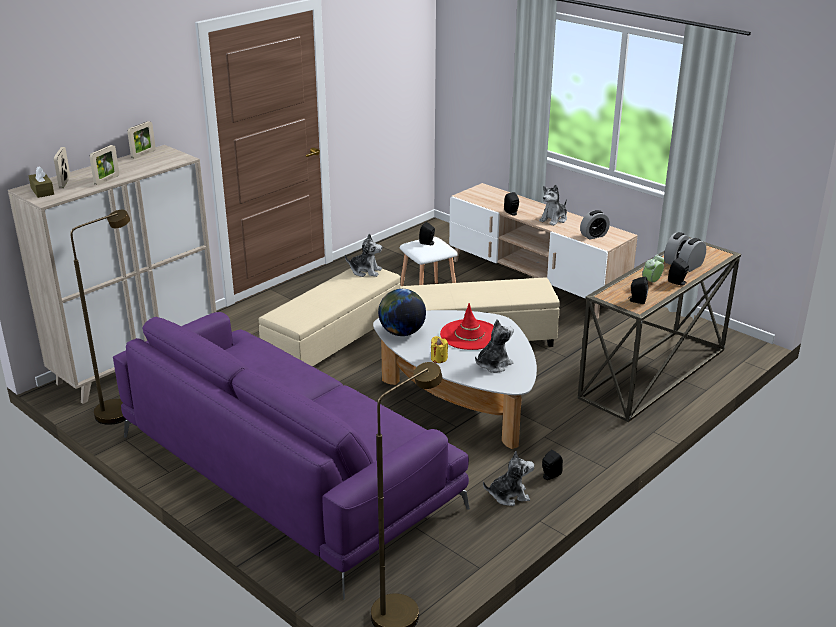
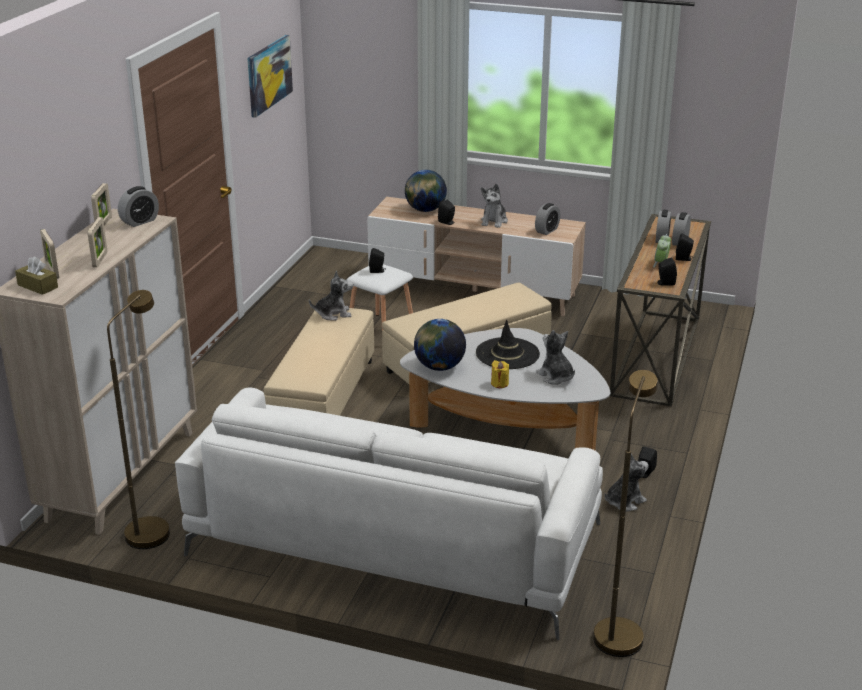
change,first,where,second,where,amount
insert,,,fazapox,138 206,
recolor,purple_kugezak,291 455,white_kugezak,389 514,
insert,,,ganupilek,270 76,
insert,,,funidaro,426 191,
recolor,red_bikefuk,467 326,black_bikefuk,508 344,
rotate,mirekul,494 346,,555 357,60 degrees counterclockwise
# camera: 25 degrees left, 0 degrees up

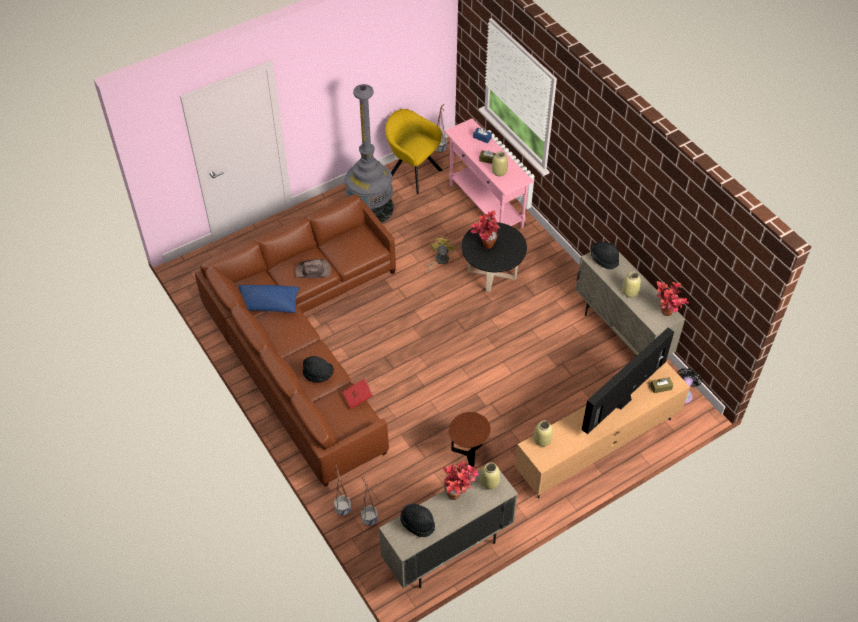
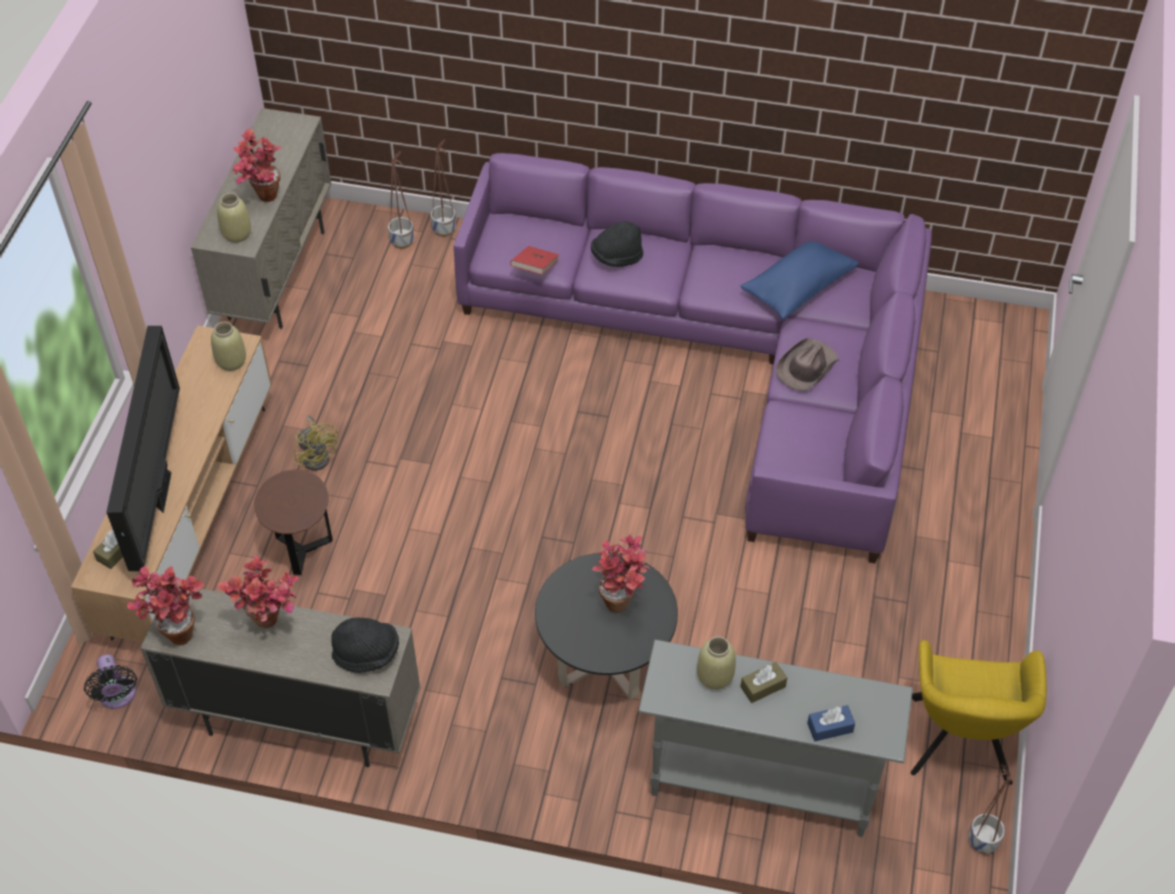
change,first,where,second,where,amount
replace,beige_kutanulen,631 284,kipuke,258 591,
move,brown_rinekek,469 439,,293 522,
move,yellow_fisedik,440 255,,316 443,
recolor,brown_kugezak,295 340,purple_kugezak,693 358,
recolor,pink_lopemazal,489 173,grey_lopemazal,775 738,
rotate,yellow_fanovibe,413 151,,979 712,105 degrees clockwise
delete,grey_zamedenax,369 153,,,
delete,black_bikefuk,417 520,,,
# camera: 135 degrees right, 0 degrees up

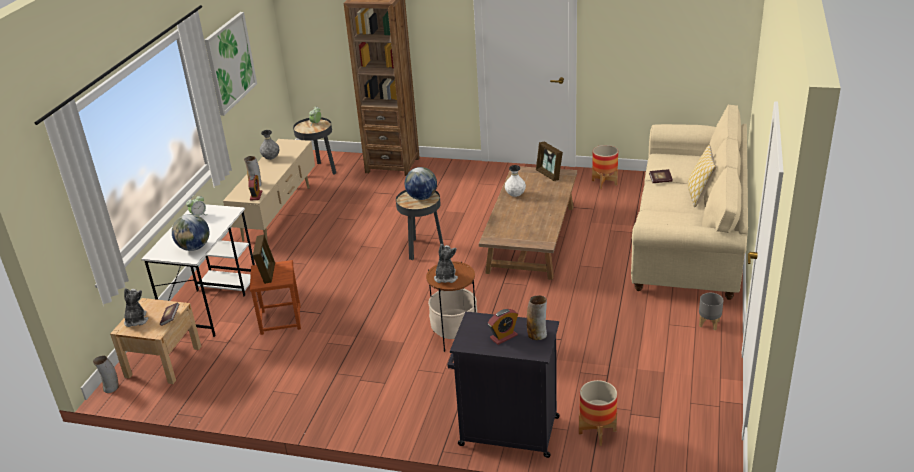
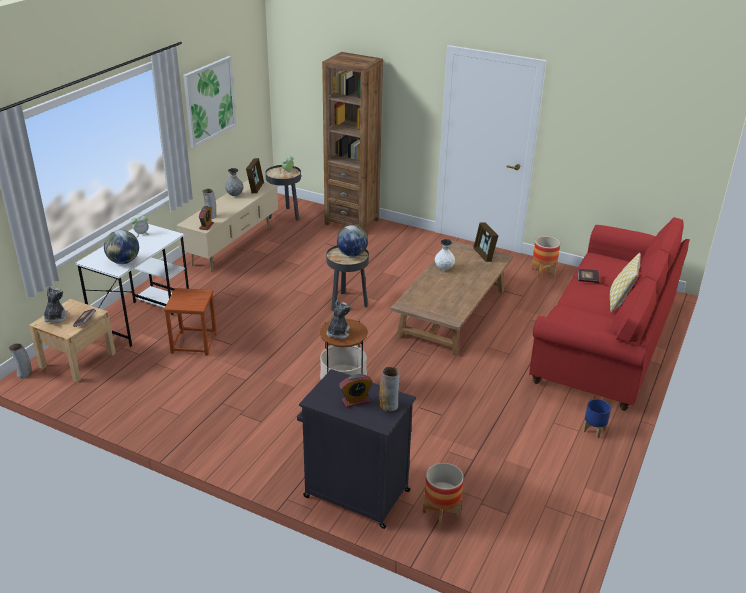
change,first,where,second,where,amount
move,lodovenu,264 259,,255 175,
recolor,beige_kugezak,689 202,red_kugezak,609 314,
recolor,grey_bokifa,711 311,blue_bokifa,597 418,
# camera: 10 degrees right, 0 degrees up

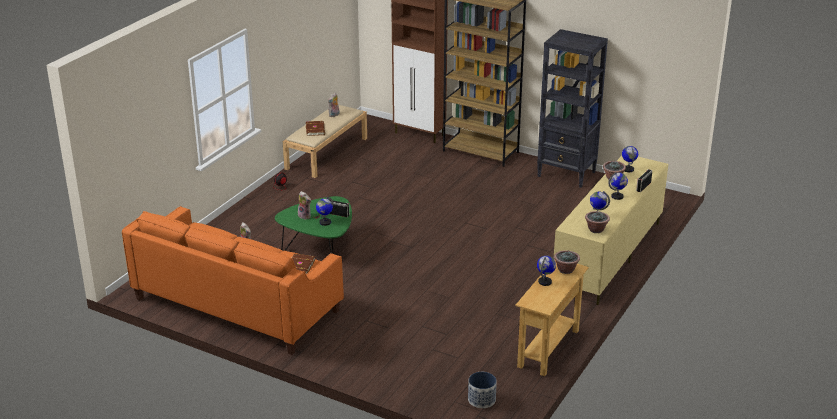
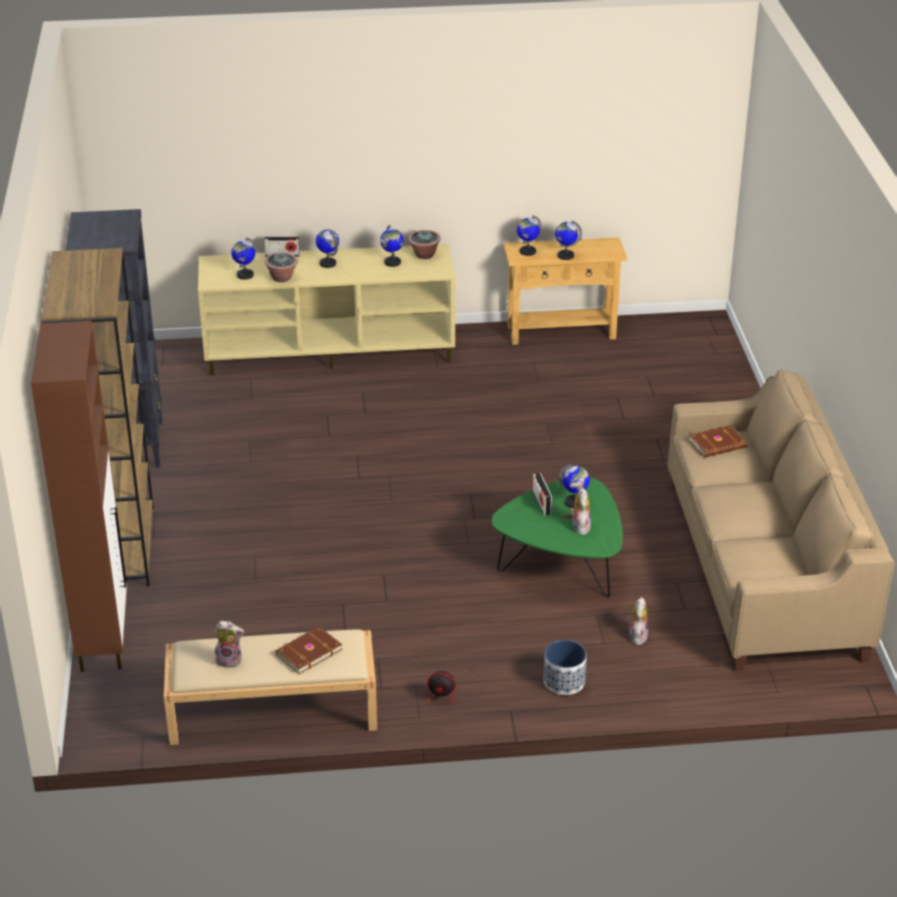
change,first,where,second,where,amount
replace,kipuke,567 262,funidaro,529 235,
move,bokifa,482 390,,565 667,
recolor,orange_kugezak,233 280,beige_kugezak,781 520,
# camera: 125 degrees left, 5 degrees up

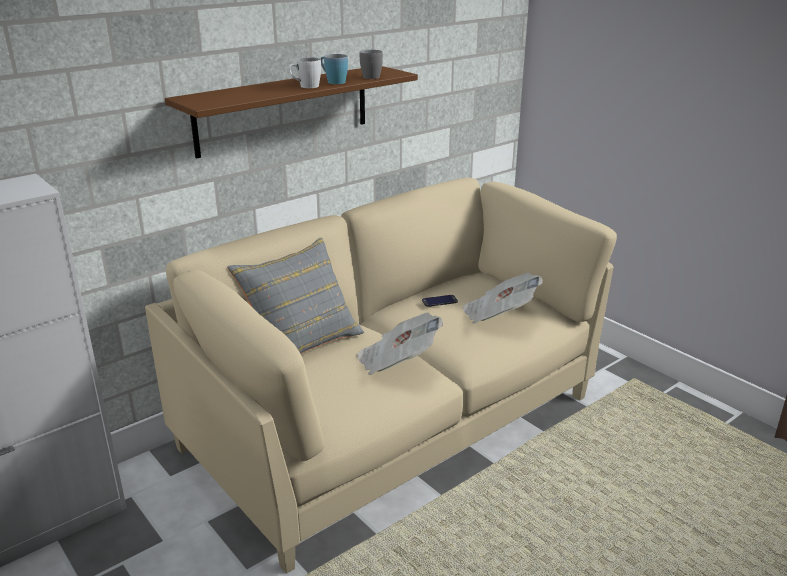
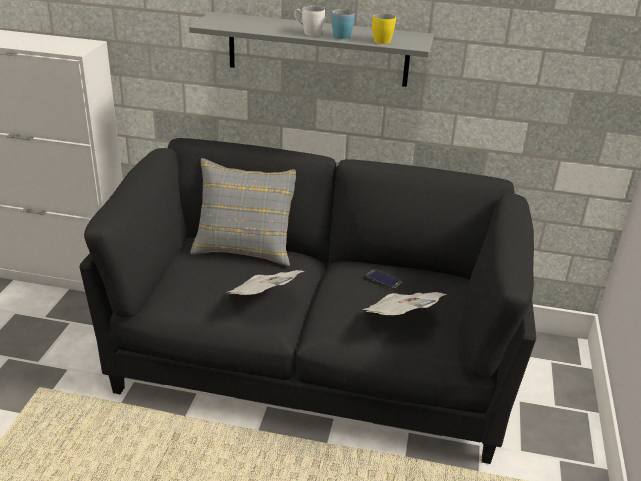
change,first,where,second,where,amount
recolor,beige_kugezak,381 376,black_kugezak,308 301,
recolor,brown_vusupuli,291 112,grey_vusupuli,311 49,
recolor,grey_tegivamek,371 64,yellow_tegivamek,384 28,
# camera: 50 degrees right, 5 degrees up

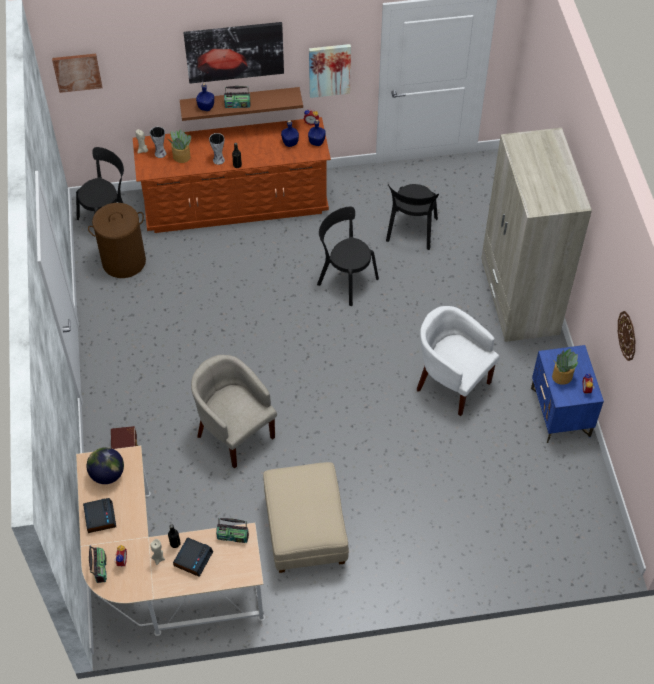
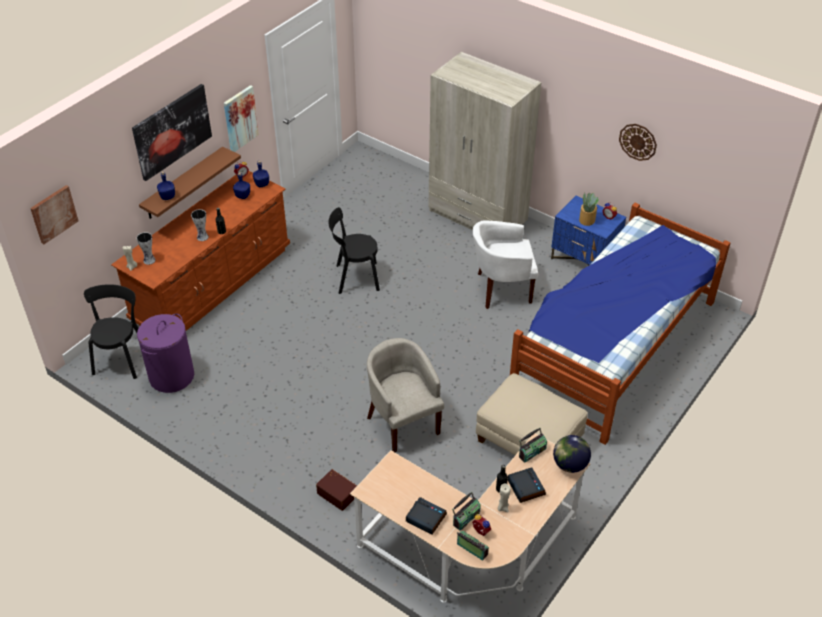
change,first,where,second,where,amount
recolor,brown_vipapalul,117 240,purple_vipapalul,165 353,
rotate,beige_fanovibe,234 412,,405 395,60 degrees clockwise
move,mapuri,237 97,,466 511,
insert,,,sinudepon,620 324,
move,funidaro,105 465,,572 454,
delete,kipuke,179 146,,,
delete,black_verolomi,412 217,,,
# camera: 45 degrees left, 10 degrees down

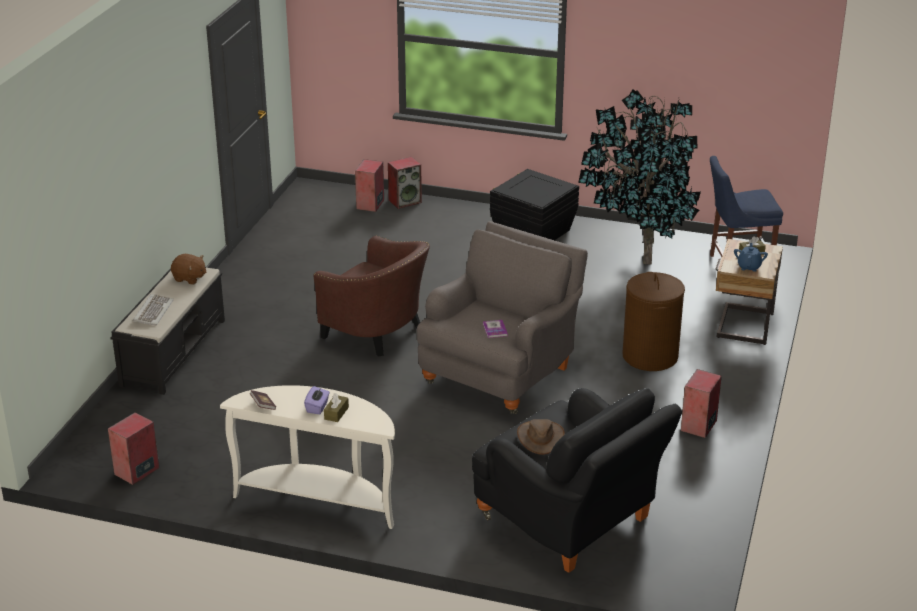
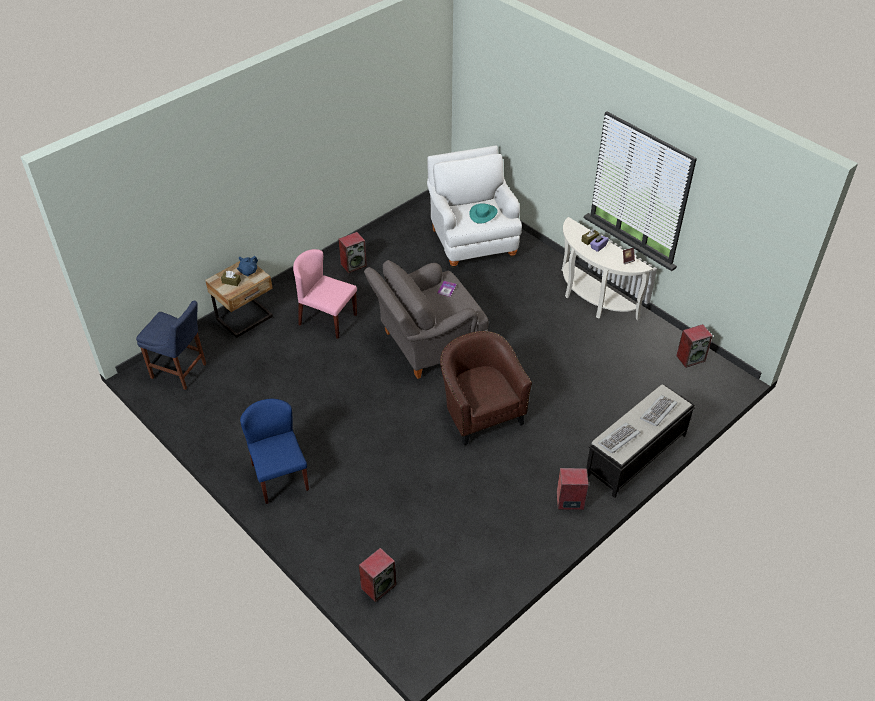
change,first,where,second,where,amount
replace,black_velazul,534 204,blue_verolomi,274 451,
replace,brown_vipapalul,654 321,pink_verolomi,325 294,
recolor,black_fanovibe,577 480,white_fanovibe,474 207,
recolor,brown_bikefuk,541 437,turquoise_bikefuk,483 213,
move,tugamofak,405 183,,572 489,
replace,brown_mirekul,188 269,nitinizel,619 437,
delete,kipuke,639 176,,,
# camera: 150 degrees left, 15 degrees up

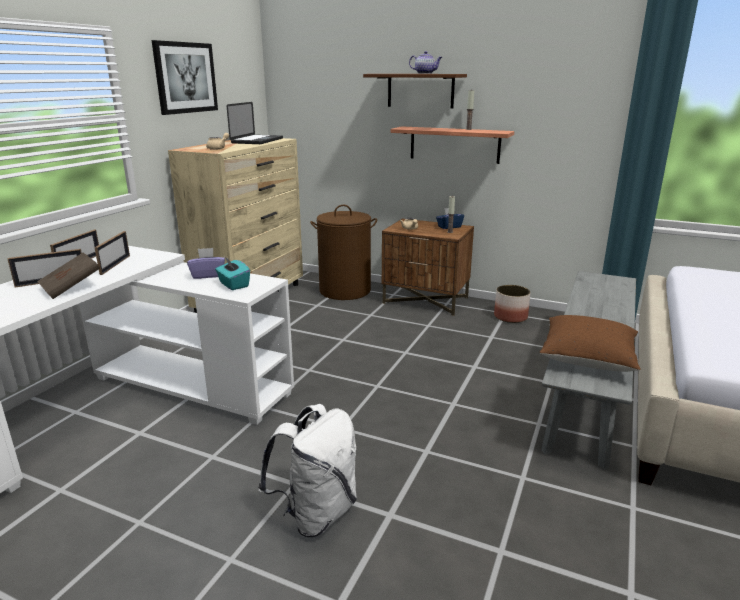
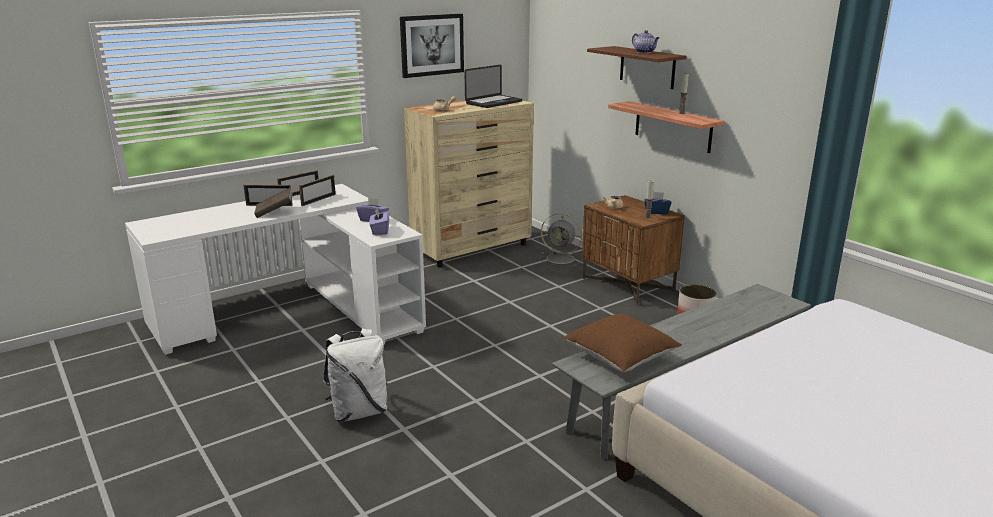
change,first,where,second,where,amount
recolor,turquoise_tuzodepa,232 273,purple_tuzodepa,379 221,
replace,brown_vipapalul,343 252,grey_fisedik,561 240,
# camera: 30 degrees right, 0 degrees up

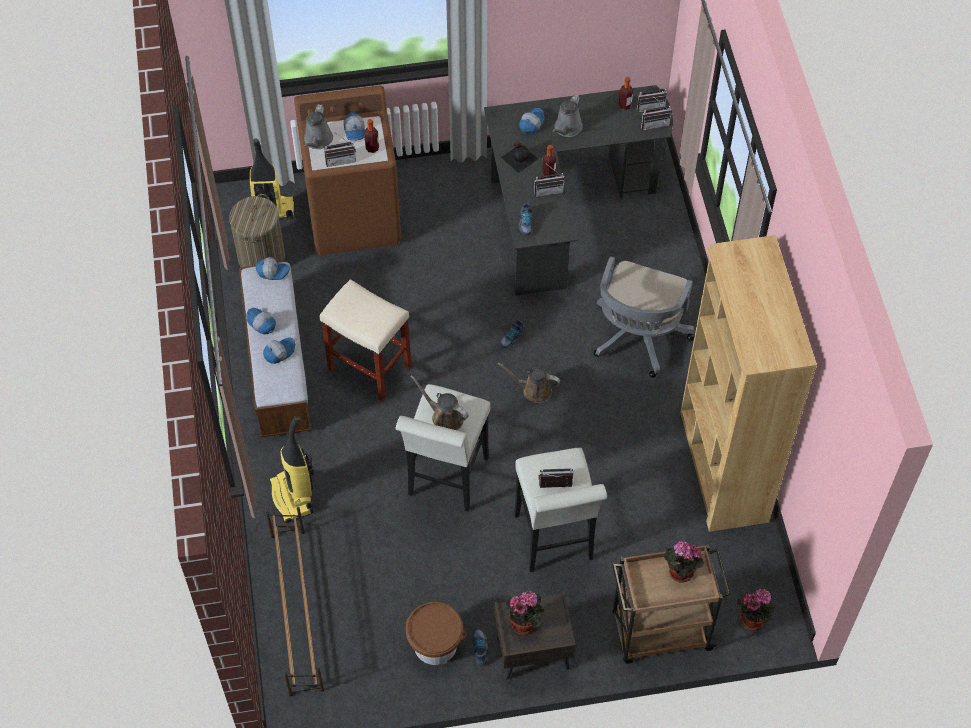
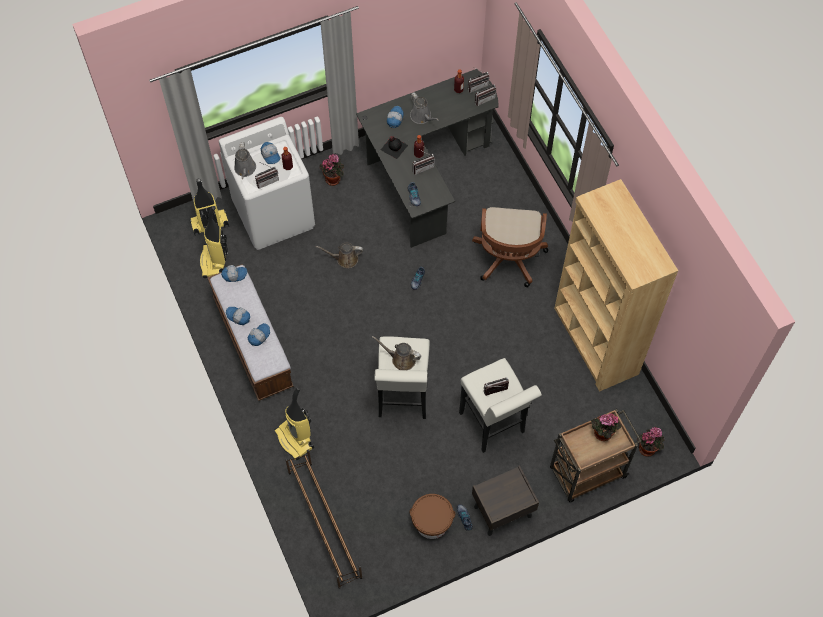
change,first,where,second,where,amount
replace,vipapalul,257 230,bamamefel,214 242,
recolor,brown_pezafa,347 170,white_pezafa,267 183,
move,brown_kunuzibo,529 382,,339 255,
move,kipuke,524 613,,331 170,
rotate,grey_kunuzibo,567 115,,424 108,45 degrees counterclockwise
recolor,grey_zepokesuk,644 317,brown_zepokesuk,510 247,
delete,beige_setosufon,366 340,,,
# camera: 15 degrees left, 5 degrees up

